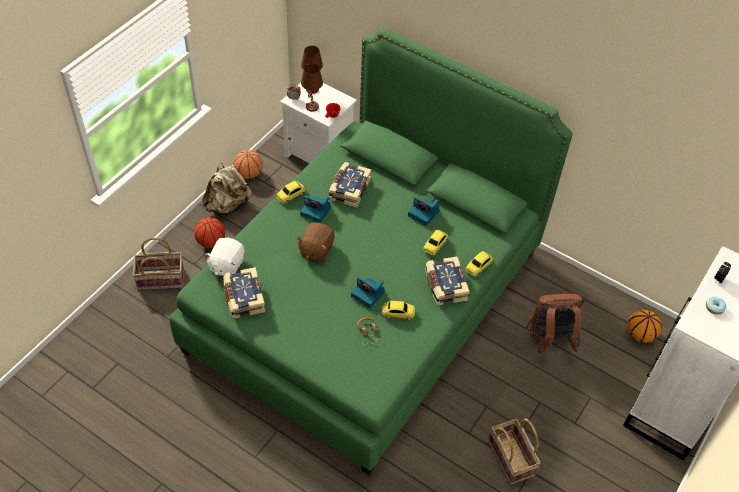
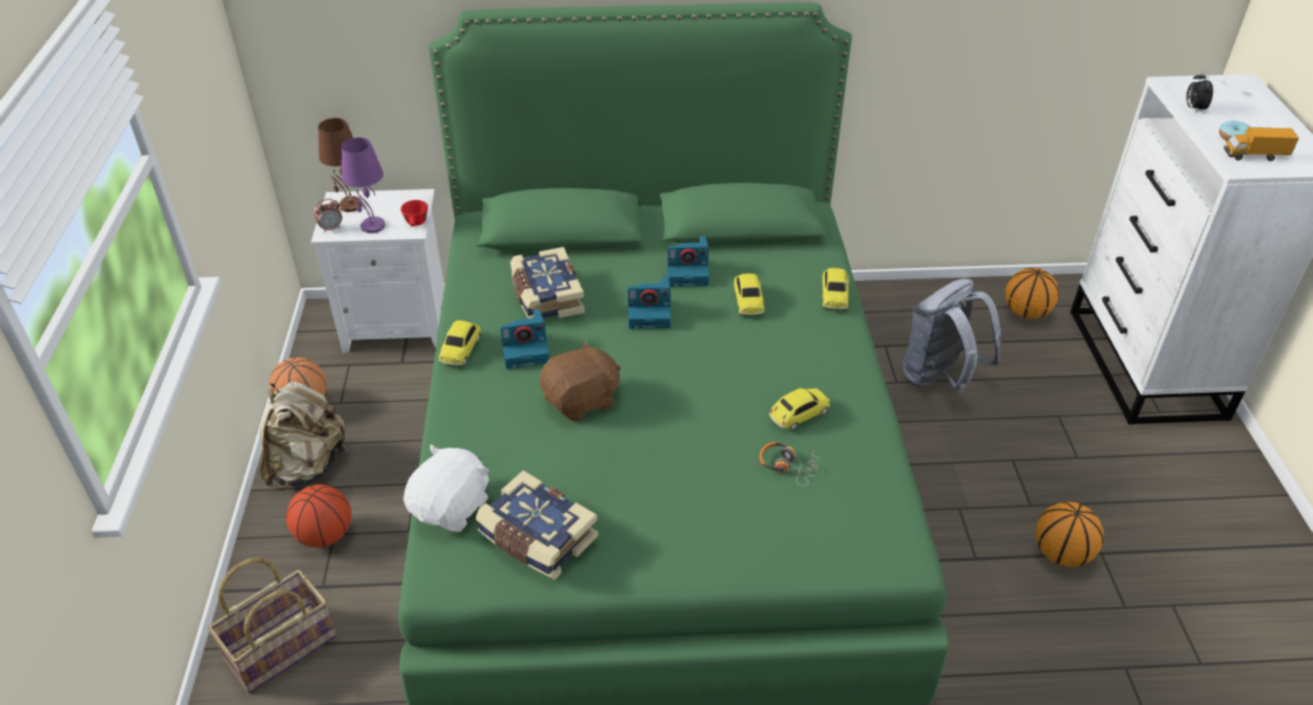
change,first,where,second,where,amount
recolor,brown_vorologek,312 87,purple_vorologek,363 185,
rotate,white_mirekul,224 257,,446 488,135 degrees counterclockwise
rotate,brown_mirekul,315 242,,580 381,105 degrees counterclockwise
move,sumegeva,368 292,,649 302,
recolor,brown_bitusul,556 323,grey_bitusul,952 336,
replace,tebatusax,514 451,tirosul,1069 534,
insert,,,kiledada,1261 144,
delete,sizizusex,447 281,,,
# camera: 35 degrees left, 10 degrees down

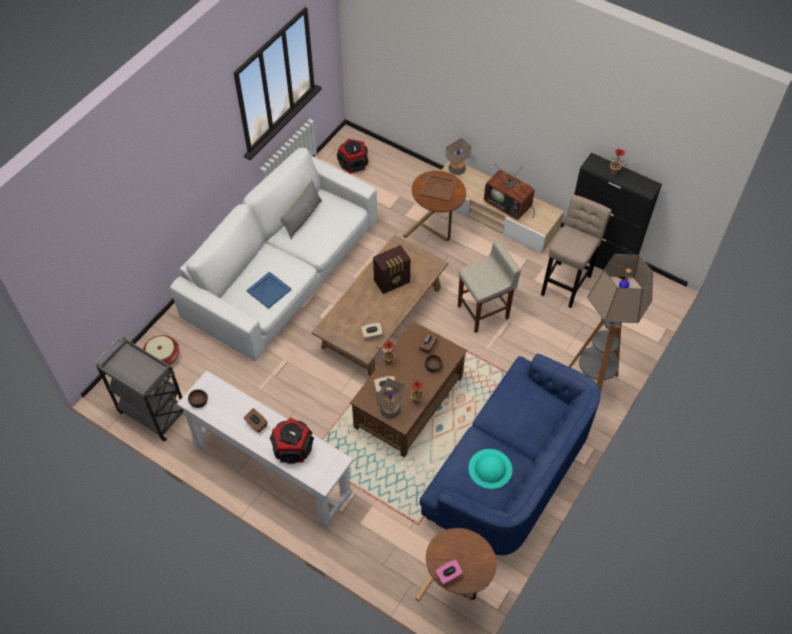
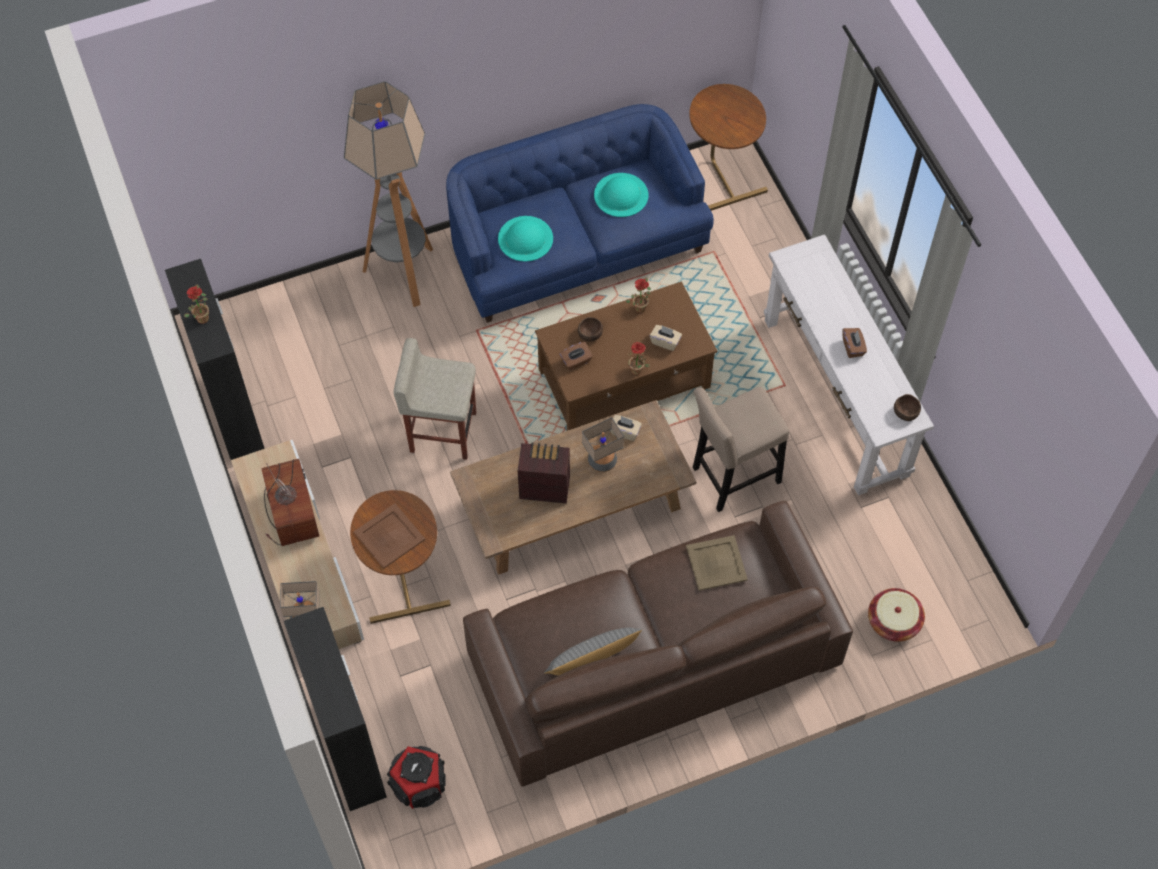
change,first,where,second,where,amount
insert,,,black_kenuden,335 709,
recolor,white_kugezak,273 254,brown_kugezak,658 644,
insert,,,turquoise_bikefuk,525 239,
move,vorologek,390 398,,603 444,
recolor,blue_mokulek,269 290,beige_mokulek,717 563,
move,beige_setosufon,576 251,,741 449,
delete,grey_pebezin,139 389,,,
delete,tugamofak,292 441,,,
delete,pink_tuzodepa,449 571,,,
# camera: 145 degrees left, 5 degrees up

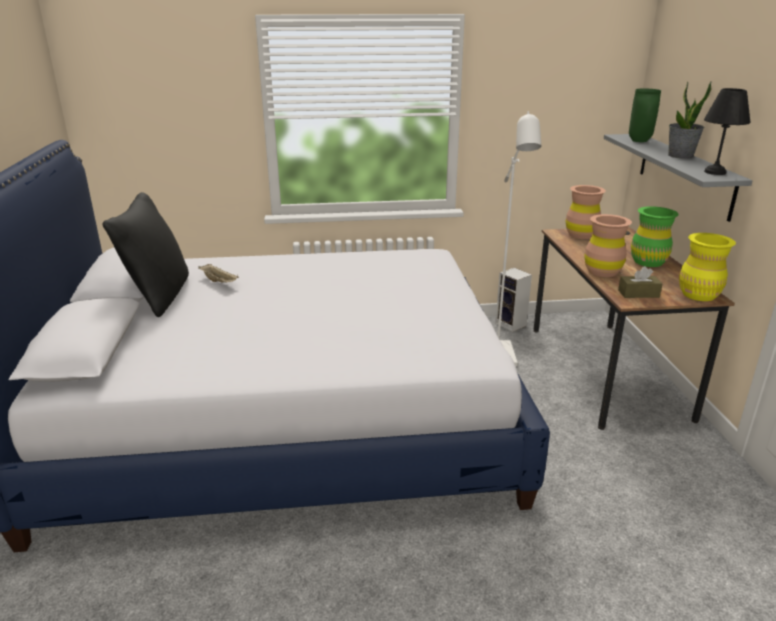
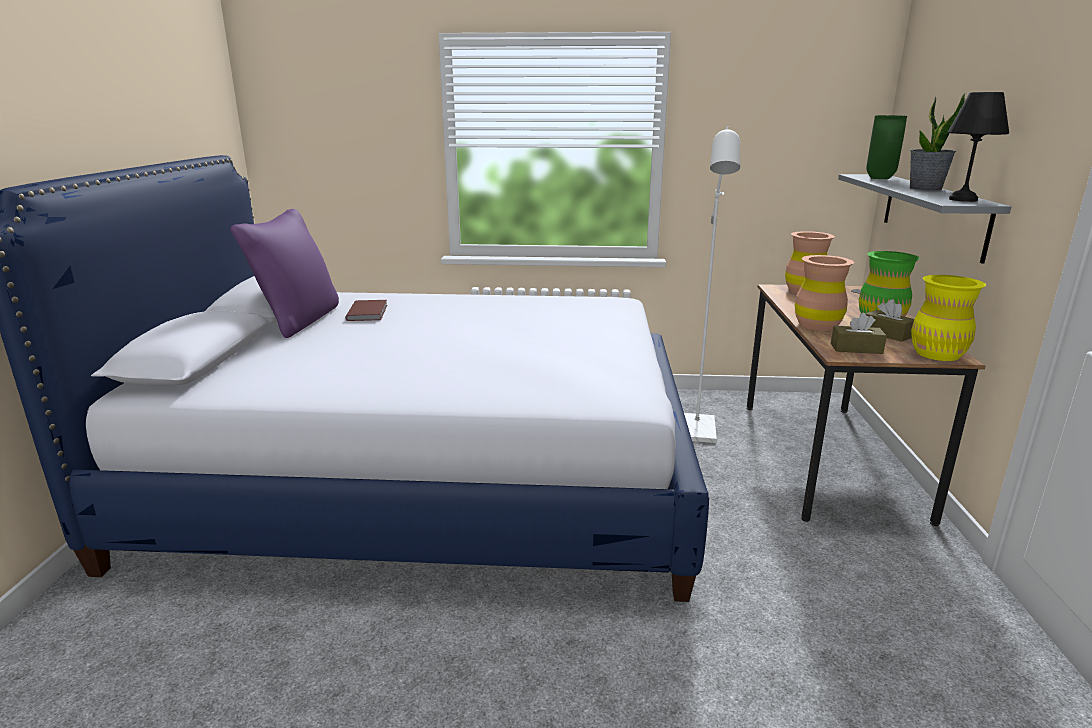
change,first,where,second,where,amount
recolor,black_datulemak,146 254,purple_datulemak,285 273,
replace,beige_mokulek,218 273,brown_sizizusex,366 310,
insert,,,brown_tuzodepa,889 320,
delete,tugamofak,513 300,,,
# camera: 10 degrees right, 5 degrees down

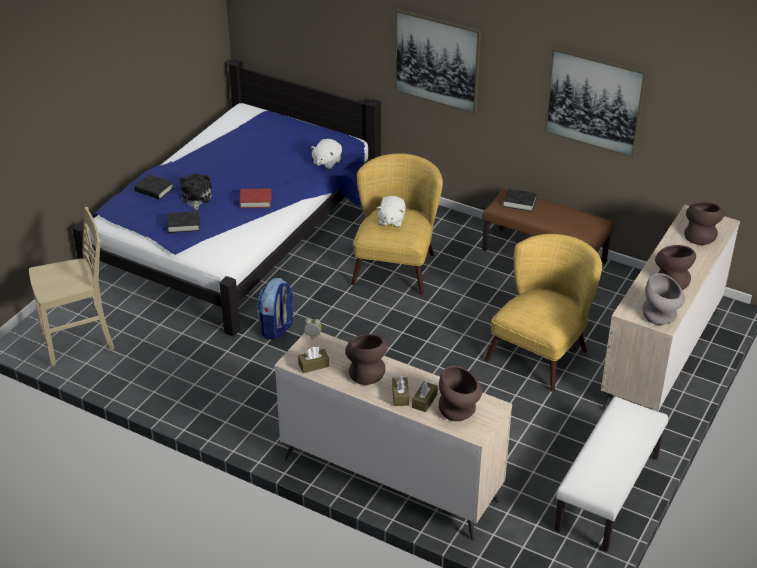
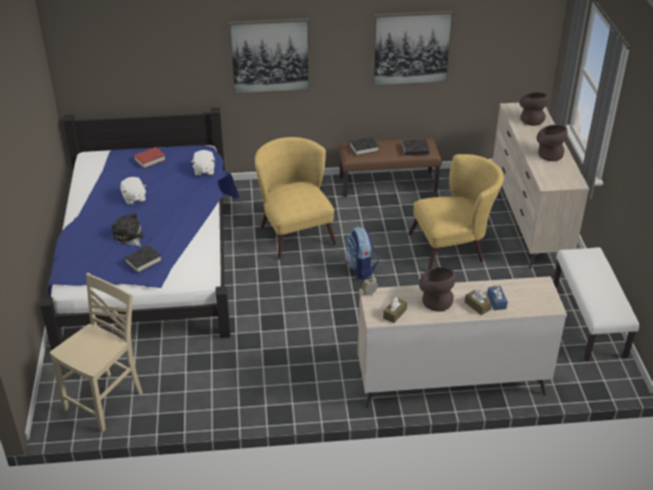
change,first,where,second,where,amount
move,white_mirekul,391 211,,133 191,
move,red_sizizusex,255 198,,149 158,
move,bitusul,275 308,,361 253,
move,black_sizizusex,154 187,,416 147,
rotate,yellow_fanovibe,543 313,,456 212,75 degrees clockwise
recolor,brown_tuzodepa,425 396,blue_tuzodepa,497 298,
delete,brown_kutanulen,460 393,,,
delete,grey_kutanulen,663 299,,,
# camera: 35 degrees left, 0 degrees up

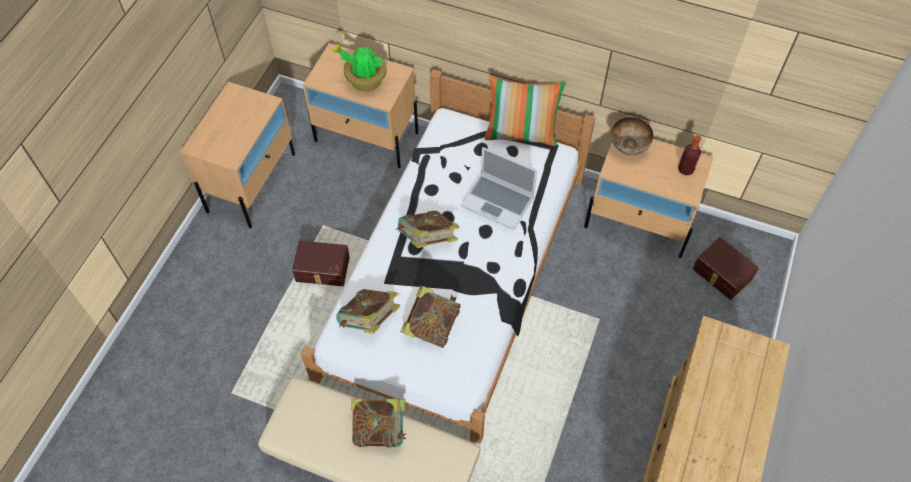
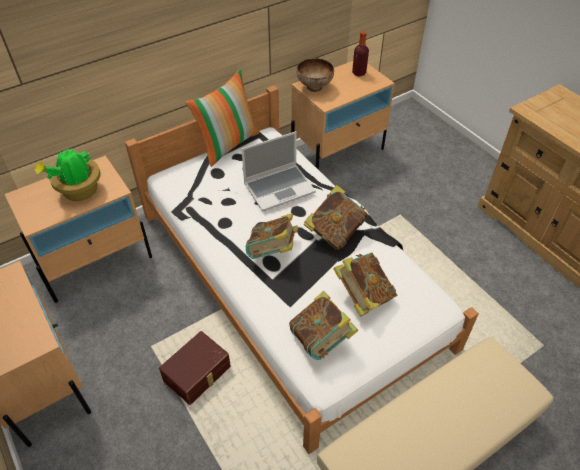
change,first,where,second,where,amount
move,sizizusex,379 423,,336 217,
delete,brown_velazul,726 268,,,
# camera: 55 degrees left, 10 degrees down

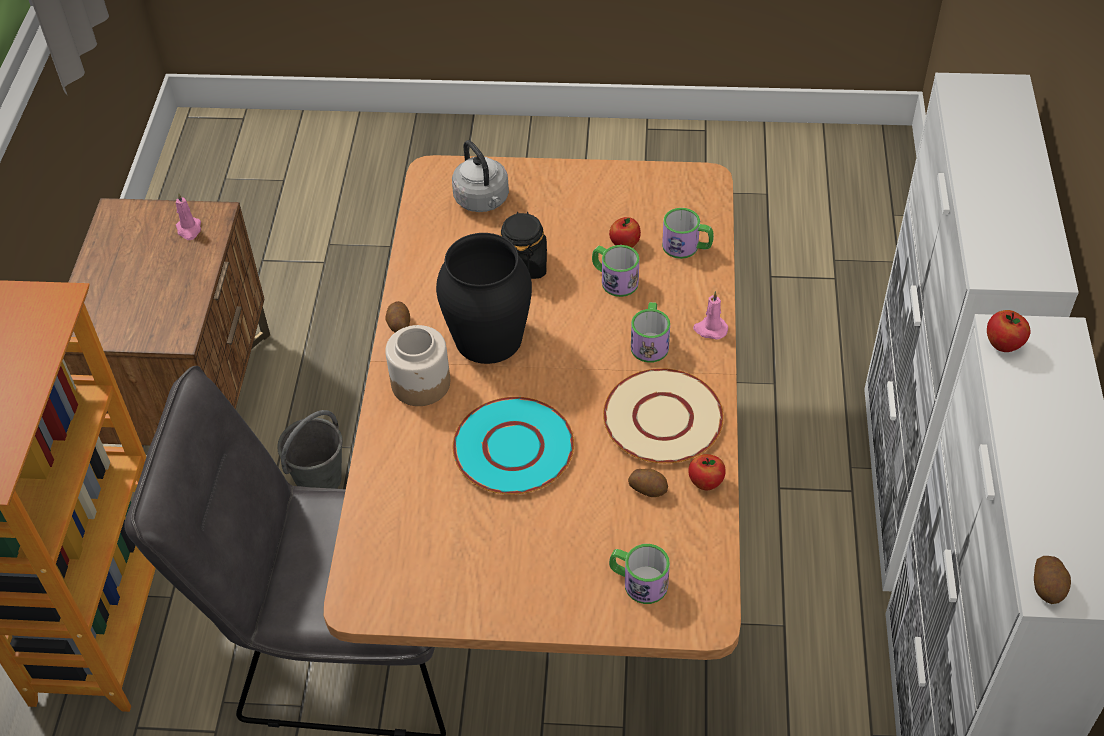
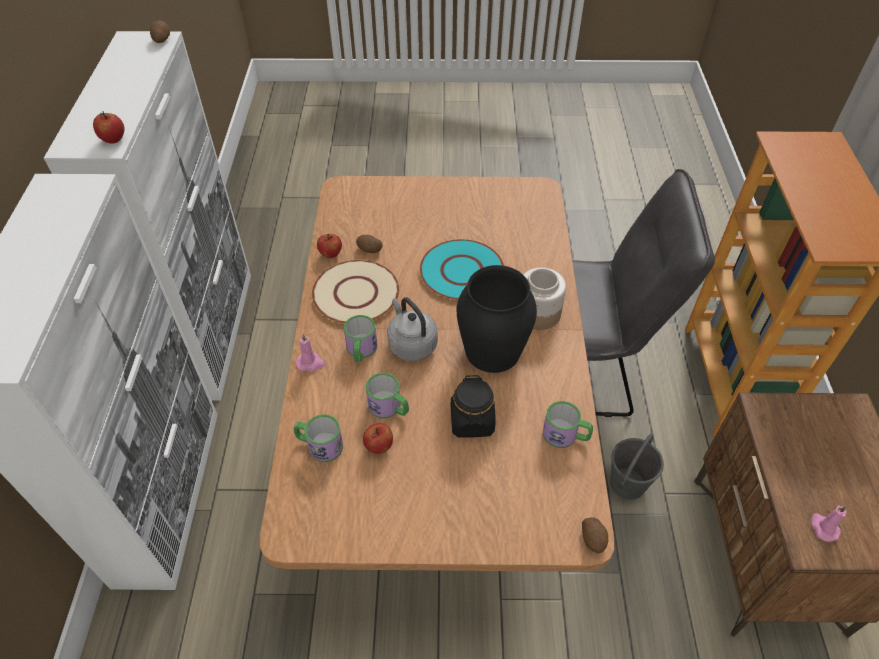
change,first,where,second,where,amount
move,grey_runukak,480 176,,412 329,
move,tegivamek,639 574,,568 424,
move,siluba,397 316,,595 535,
# camera: 175 degrees right, 0 degrees up

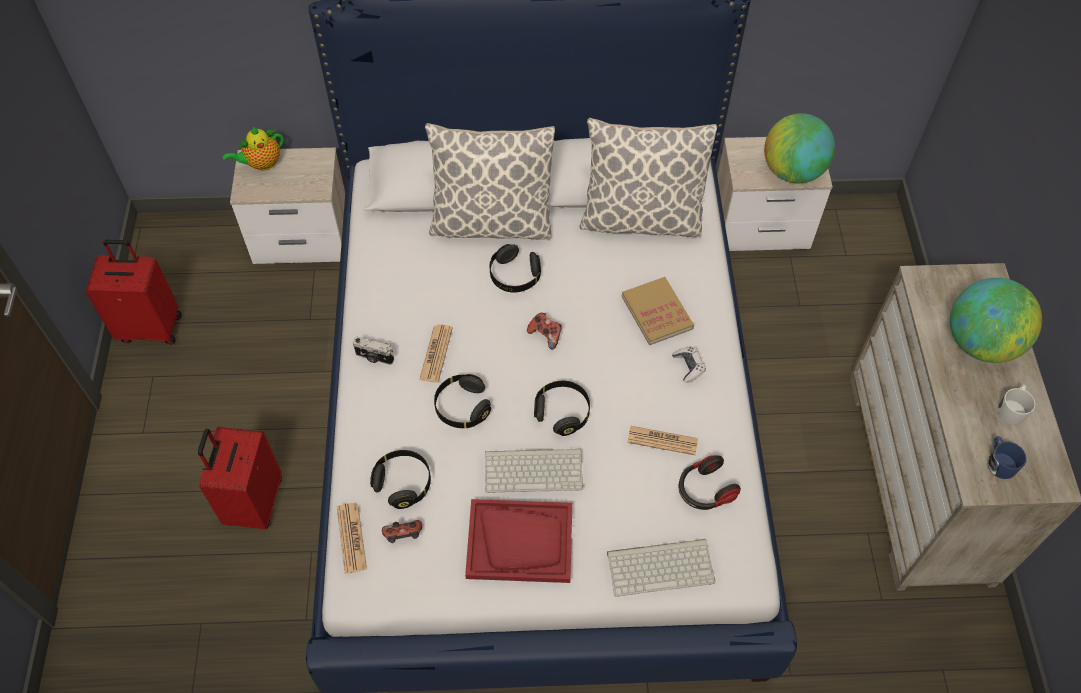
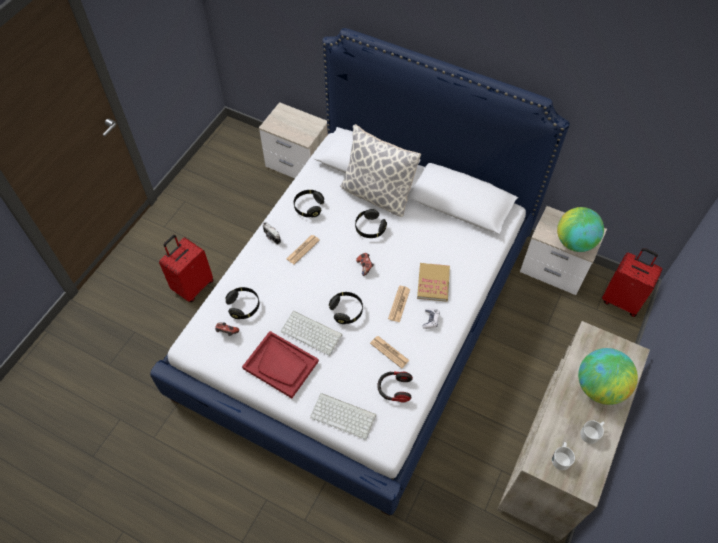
change,first,where,second,where,amount
move,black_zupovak,462 401,,309 203,
move,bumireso,352 538,,399 303,
recolor,blue_tegivamek,1007 457,white_tegivamek,563 456,
move,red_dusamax,133 292,,632 282,
delete,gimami,253 149,,,
delete,datulemak,648 177,,,
# camera: 30 degrees right, 0 degrees up

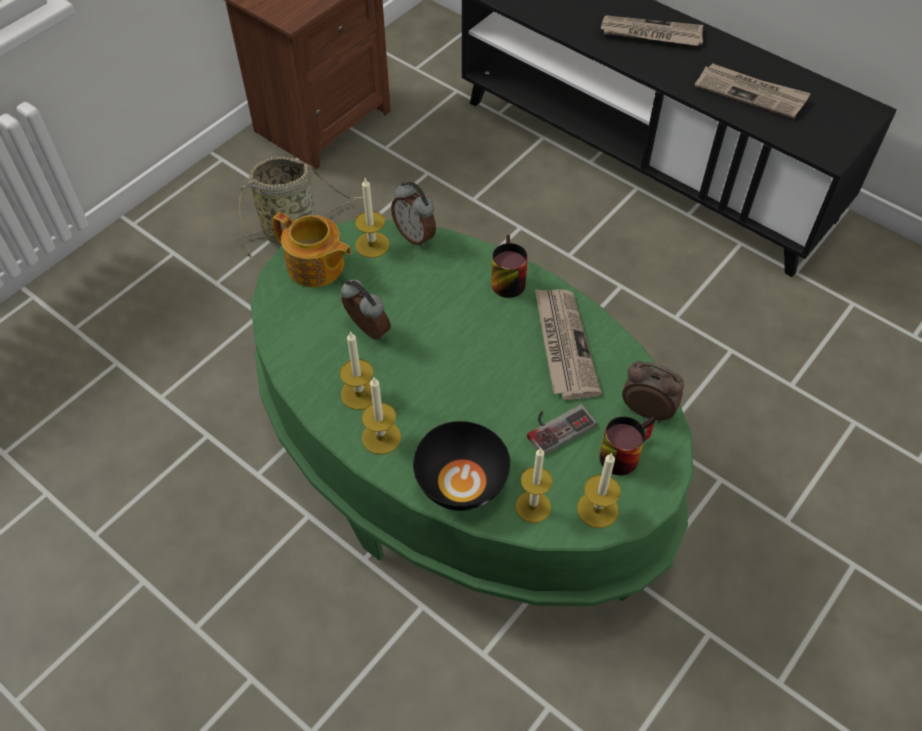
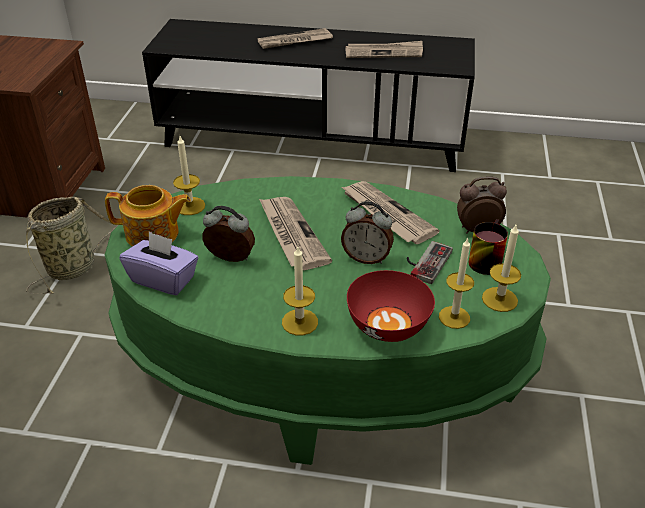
change,first,where,second,where,amount
insert,,,purple_tuzodepa,159 263,
insert,,,bumireso,295 233,
move,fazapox,413 214,,367 232,
recolor,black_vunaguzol,461 466,red_vunaguzol,391 306,
delete,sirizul,356 370,,,
delete,tegivamek,509 266,,,
# camera: 30 degrees left, 15 degrees down

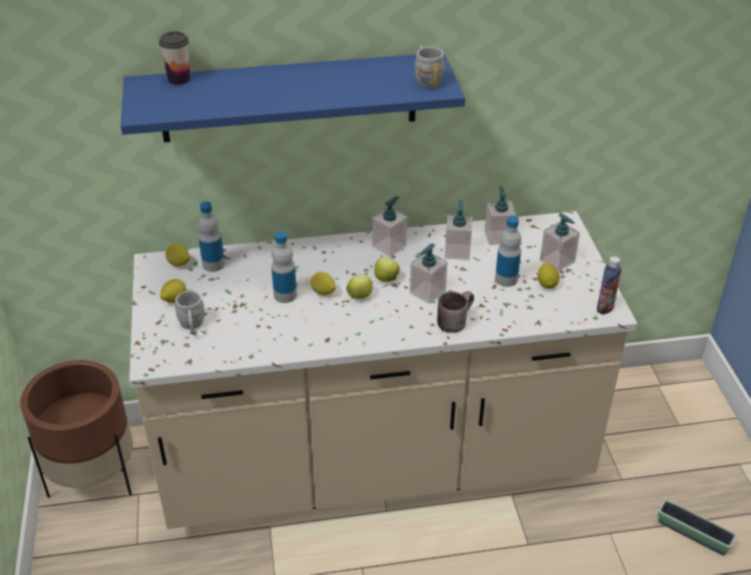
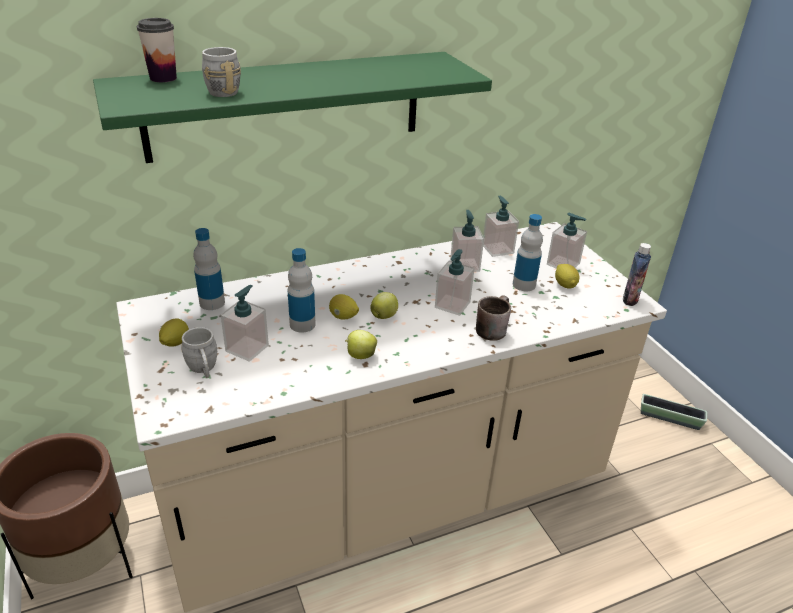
change,first,where,second,where,amount
recolor,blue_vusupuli,293 97,green_vusupuli,292 107,
move,grey_tegivamek,430 67,,221 72,
move,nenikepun,389 226,,245 323,
move,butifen,387 269,,361 344,
move,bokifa,697 527,,674 412,
delete,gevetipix,177 255,,,
# camera: 15 degrees left, 5 degrees down

